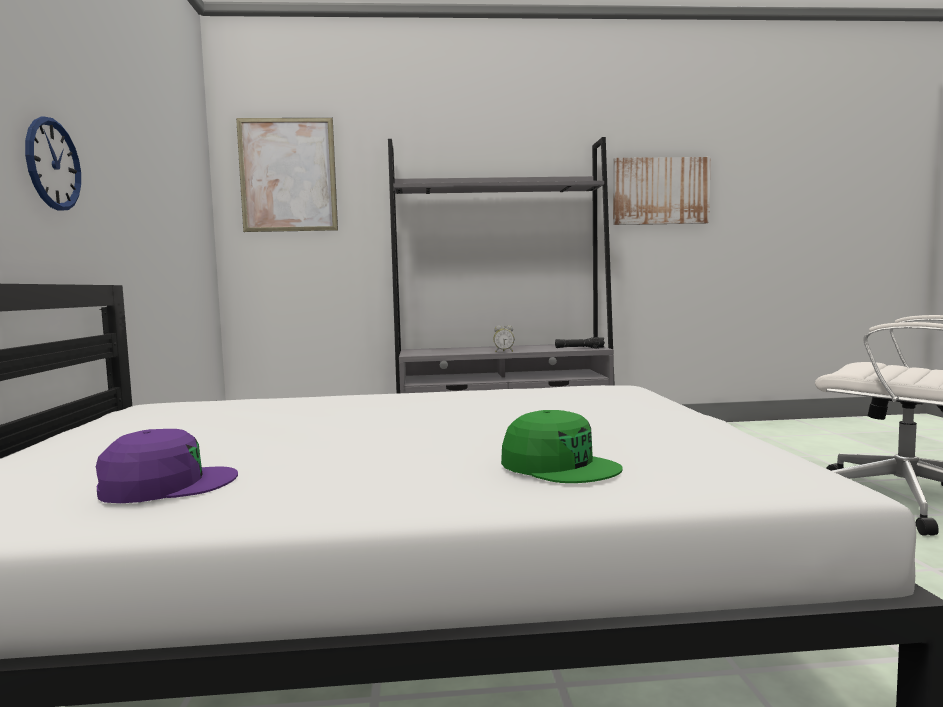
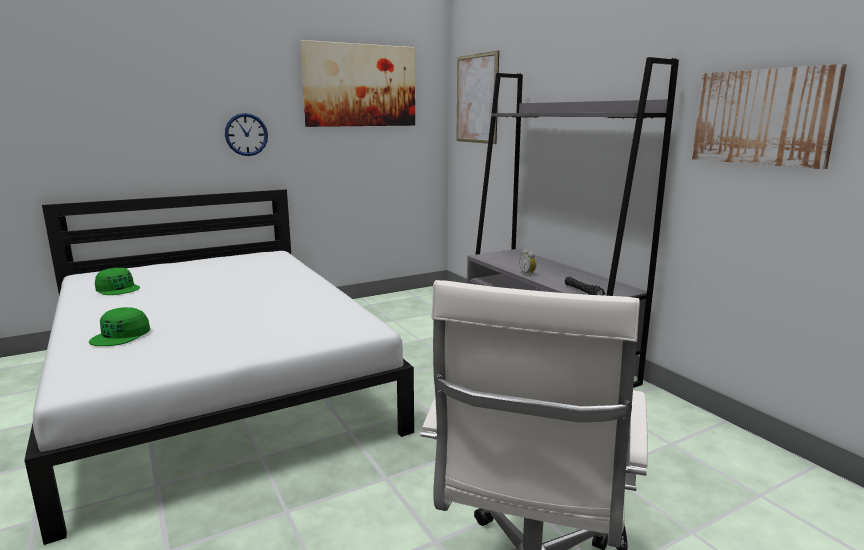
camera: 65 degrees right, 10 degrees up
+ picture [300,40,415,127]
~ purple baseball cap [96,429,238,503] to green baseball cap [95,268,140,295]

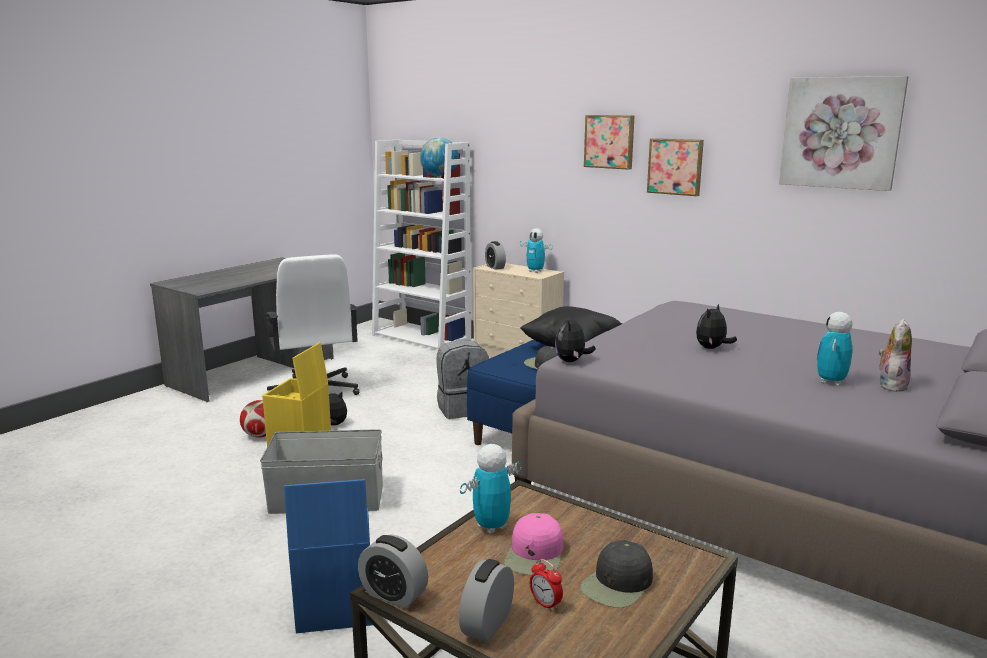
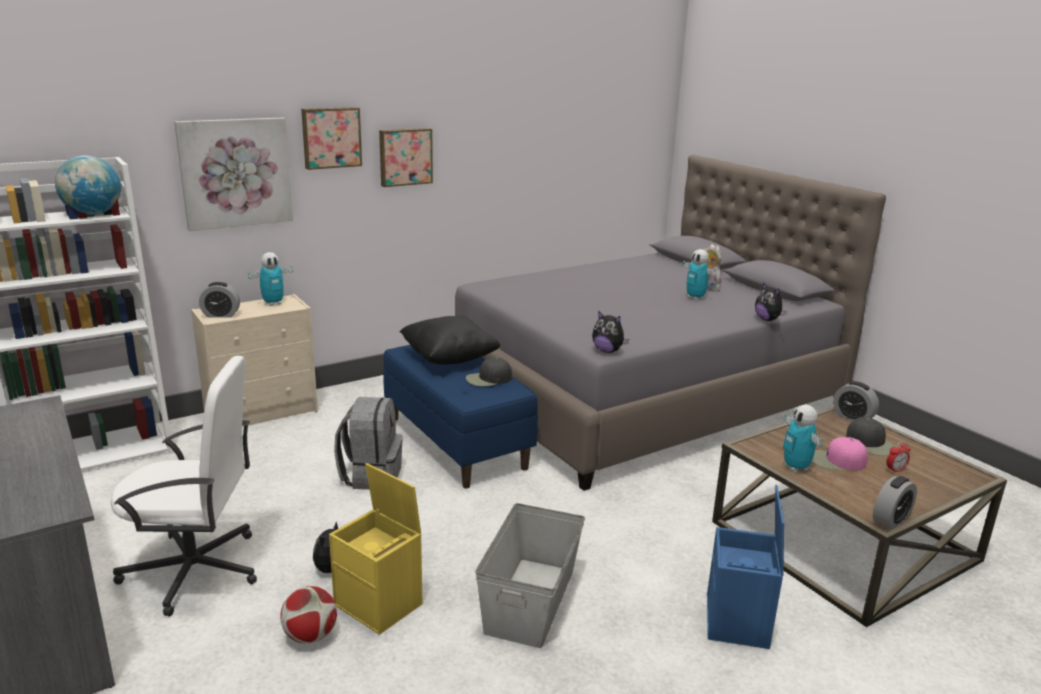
camera: 70 degrees left, 5 degrees up
~ table clock [459,559,514,642] to [833,381,879,421]
~ soft toy [696,304,737,349] to [755,283,787,321]
~ picture [779,76,909,191] to [174,118,293,231]
~ pink baseball cap [504,513,563,575] = [812,437,868,471] 150 degrees clockwise

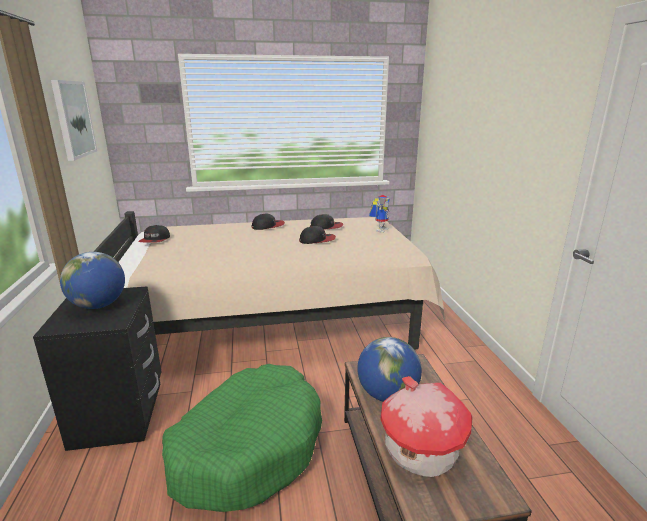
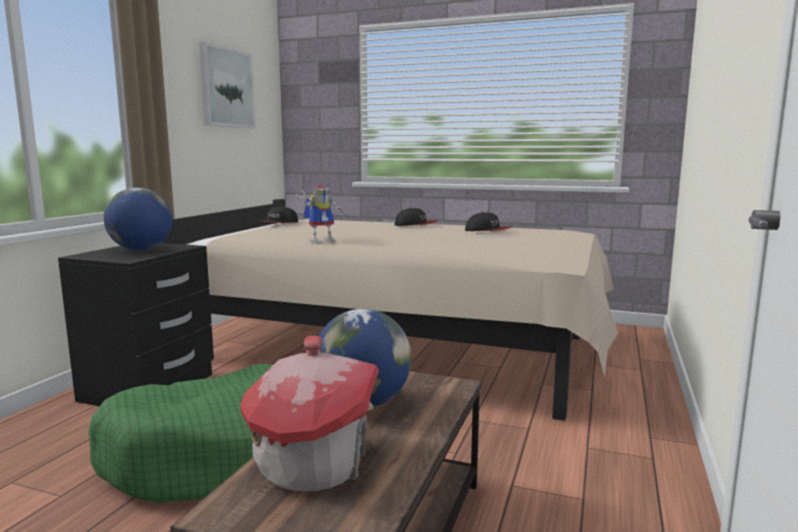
camera: 30 degrees right, 10 degrees down
- baseball cap [299,226,336,244]
~ toy robot [369,195,390,233] to [296,184,349,243]

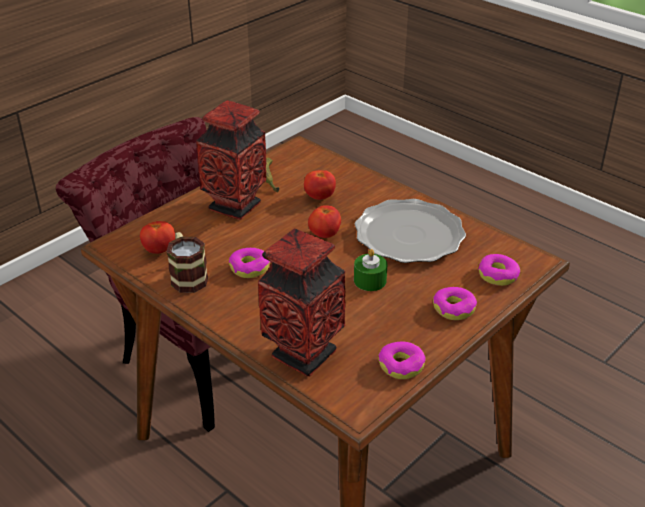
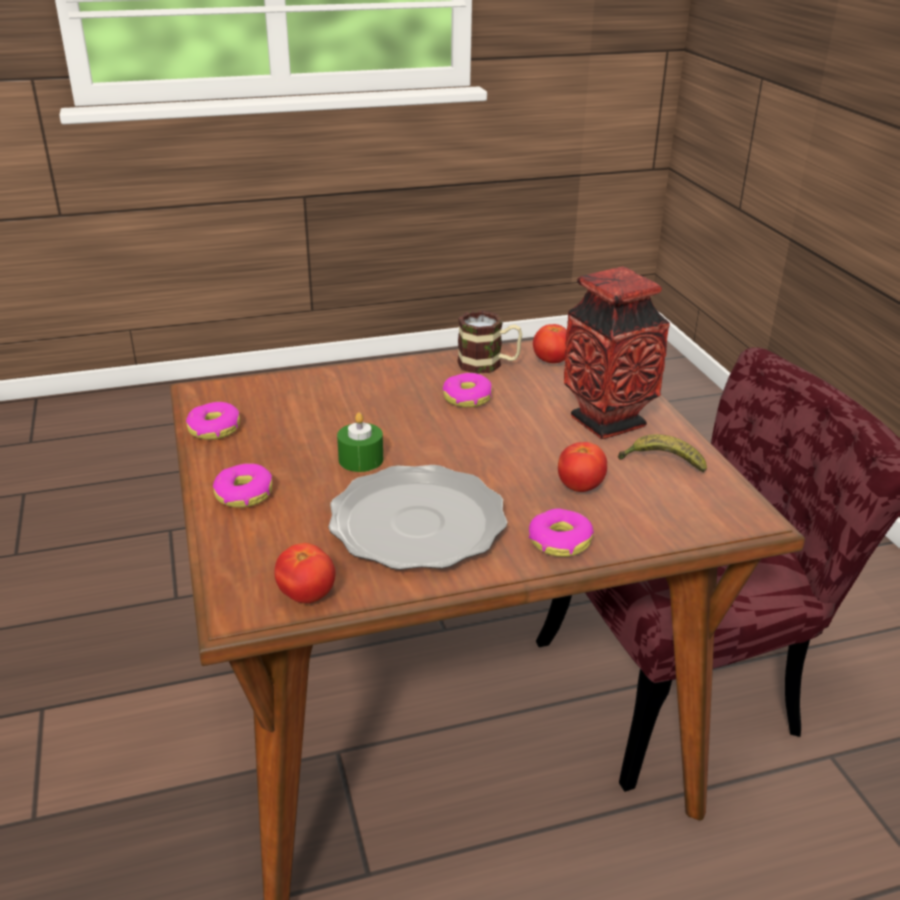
camera: 120 degrees right, 5 degrees down
- vase [258,229,346,376]
~ whole tomato [308,205,341,238] to [274,543,335,603]
~ donut [478,254,520,286] to [529,509,594,557]

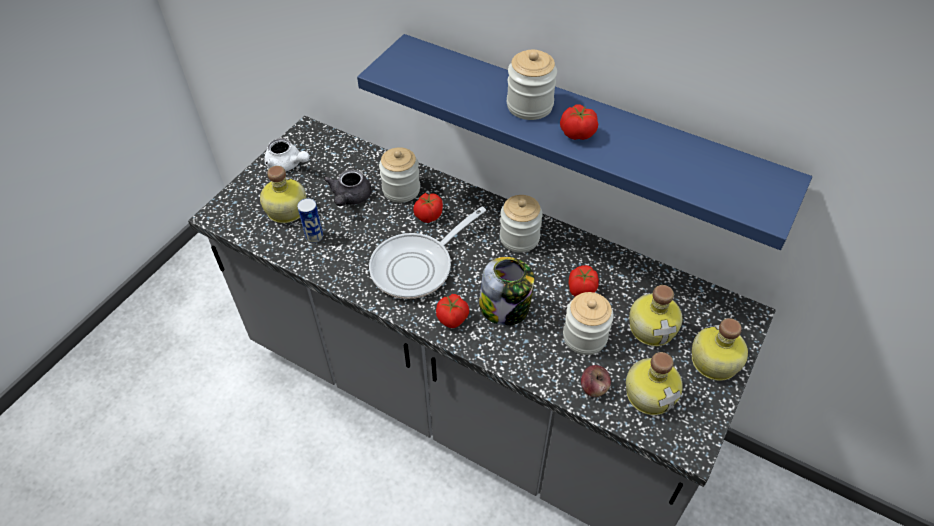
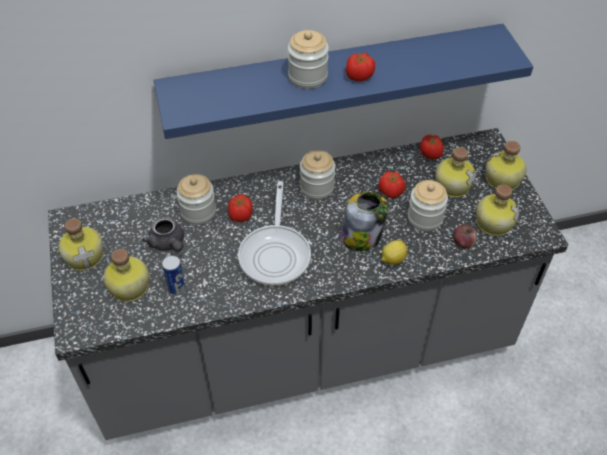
camera: 45 degrees left, 0 degrees up
+ citrus fruit [382,240,408,265]
~ whole tomato [436,294,469,328] to [420,135,444,159]
~ whitish tea pot [265,138,310,171] to beverage bottle [58,218,103,271]

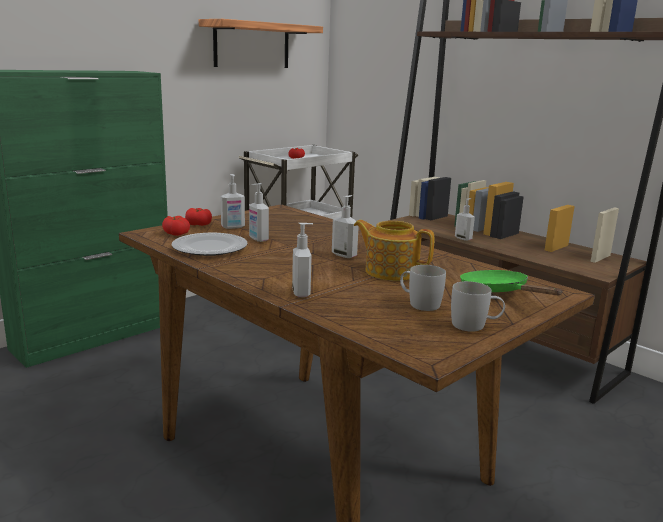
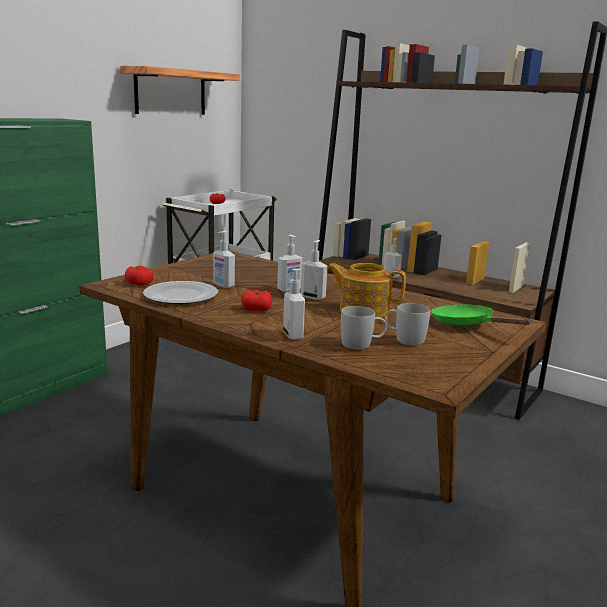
camera: 10 degrees left, 0 degrees up
~ whole tomato [185,208,212,226] to [241,290,272,311]
~ soap dispenser [221,174,245,229] to [277,235,303,292]
~ whitish tea mug [451,281,505,332] to [341,306,387,350]

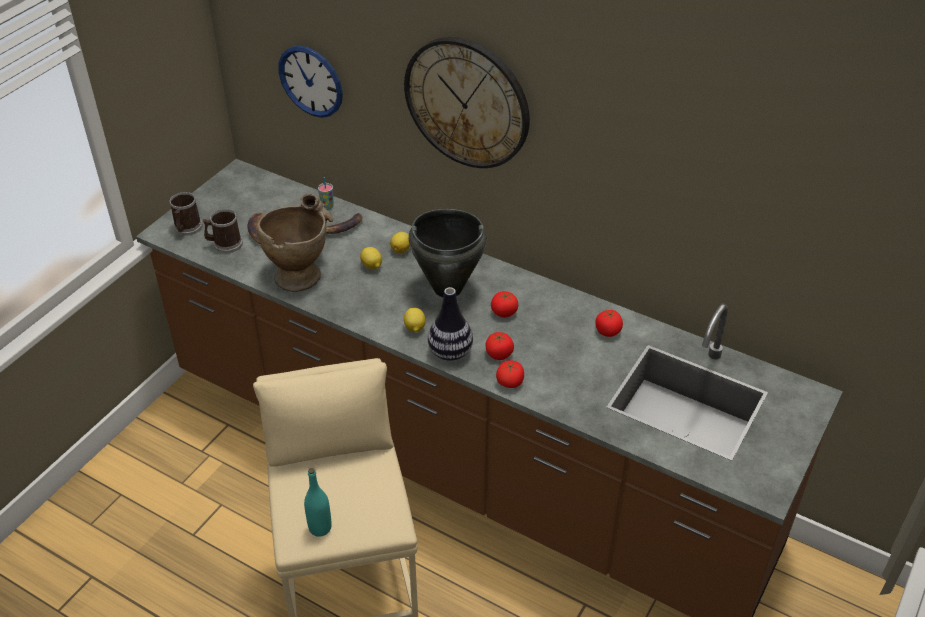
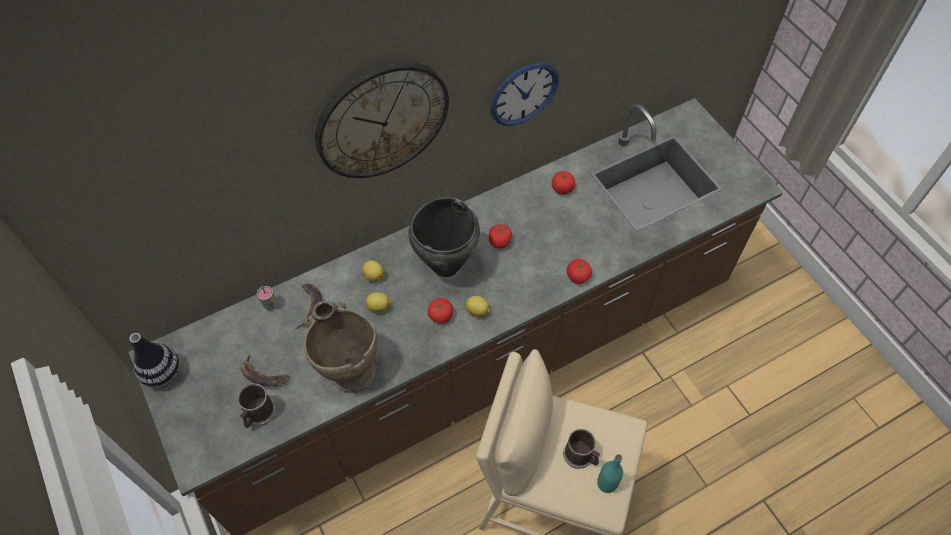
camera: 60 degrees left, 15 degrees up
~ tea mug [170,192,203,236] to [563,429,600,469]
~ hanging clock [278,46,343,118] to [490,62,559,126]
~ vase [428,287,473,361] to [129,333,180,388]
~ whole tomato [485,332,514,360] to [428,298,453,324]

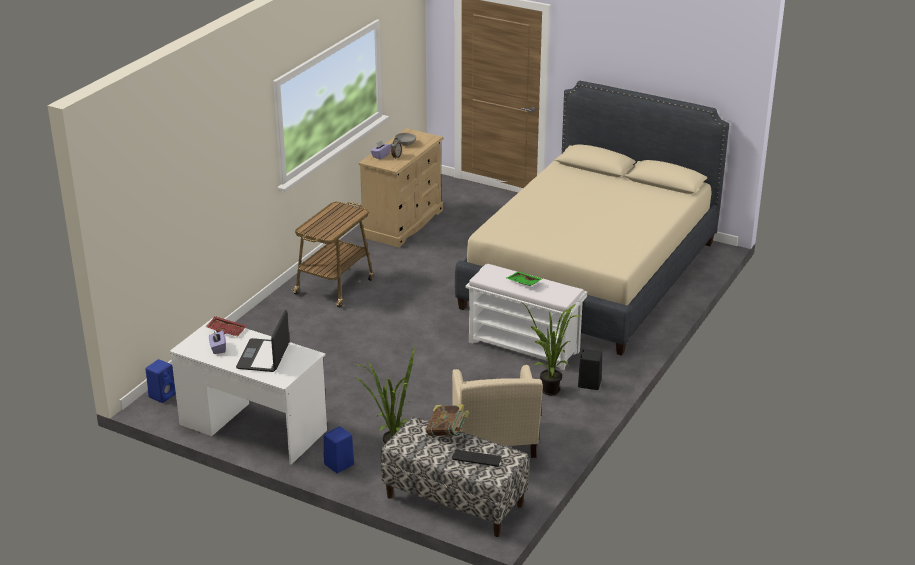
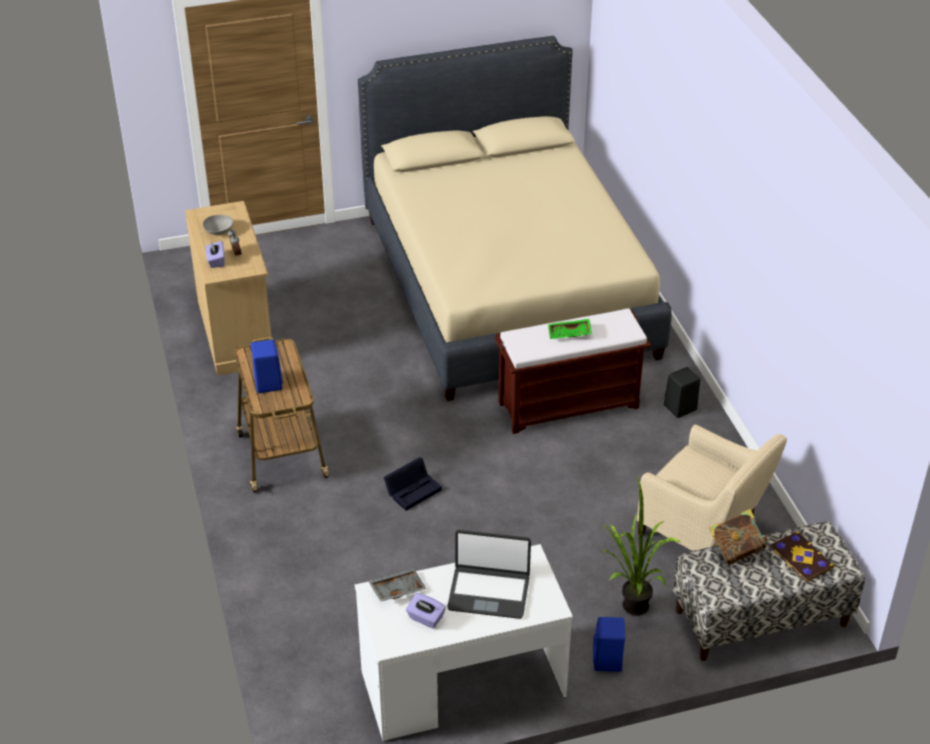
camera: 45 degrees left, 10 degrees up
- plant in a pot [524,304,580,396]
+ black storage bin [384,457,442,511]
~ bluish loudspeaker [146,359,176,403] to [251,339,283,393]
~ PC keyboard [452,450,502,467] to bound book [770,531,834,582]
~ reddish carrying tray [206,316,246,337] to gray carrying tray [369,568,427,602]
~ whitish bench [465,264,587,370] to brown-coloured bench [495,308,651,434]
~ laptop [236,310,290,372] = [447,530,531,619] 45 degrees counterclockwise

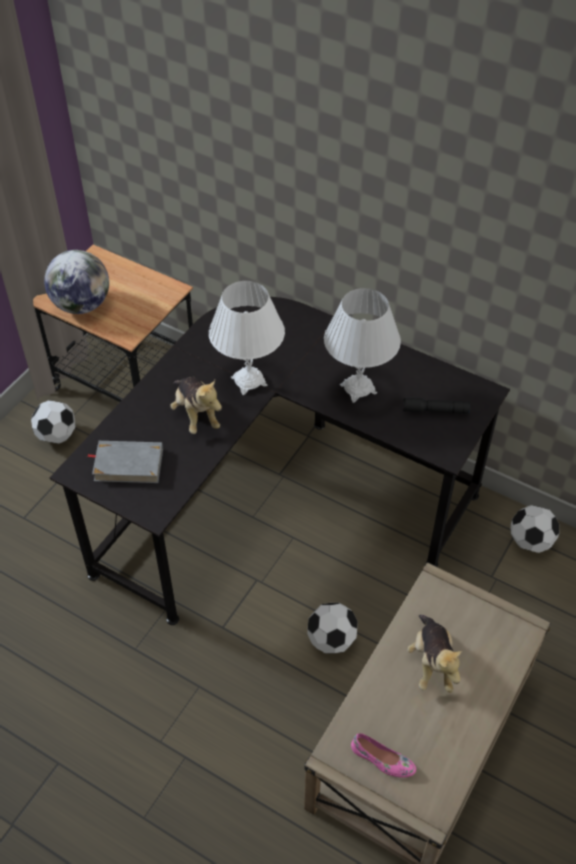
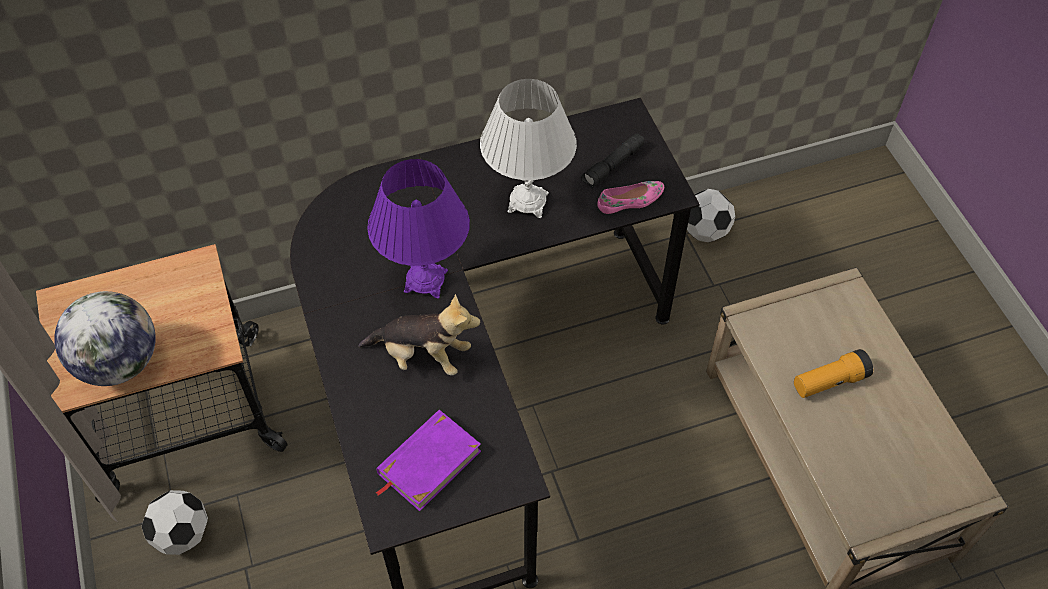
camera: 50 degrees left, 5 degrees up
- football ball [307,603,358,653]
~ pink shoe [351,733,416,778] to [597,181,664,214]
~ soft toy [407,615,463,693] to torch [794,349,873,398]
~ gray bound book [87,441,163,483] to purple bound book [376,410,481,511]
~ whitish table lamp [209,281,285,395] to purple table lamp [367,159,470,299]

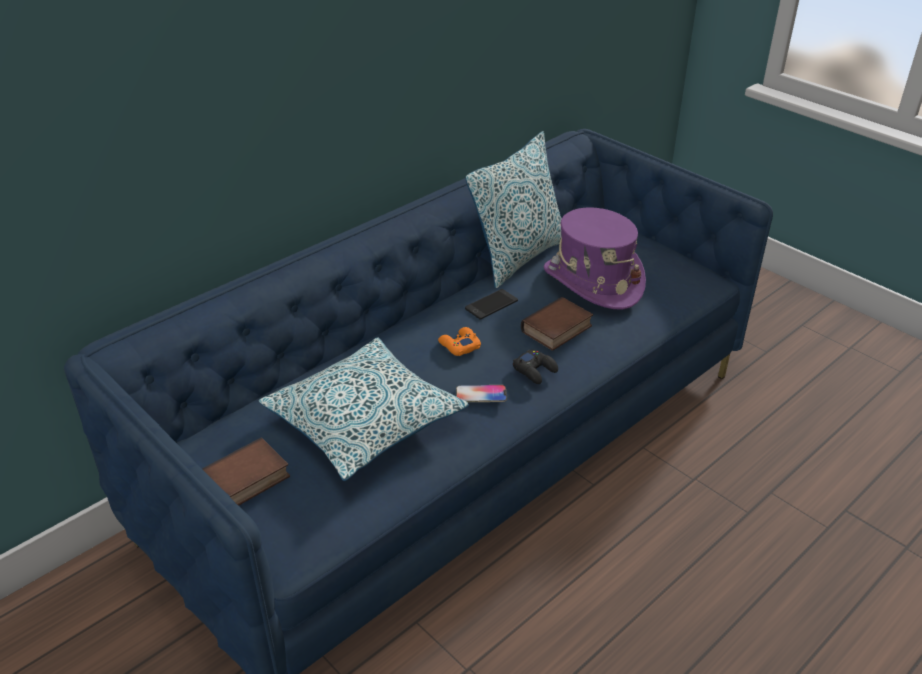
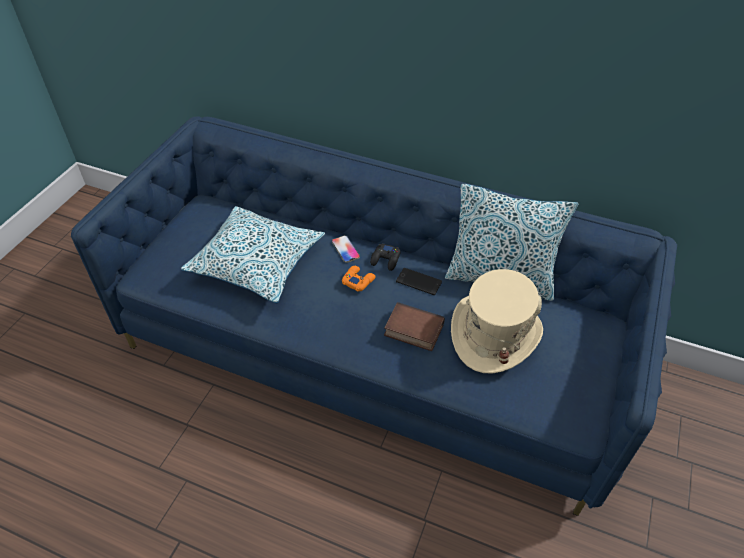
camera: 65 degrees right, 10 degrees up
- bound book [202,438,290,506]
~ handset [456,385,507,402] to [332,236,360,263]
~ black game controller [513,349,558,384] to [370,243,400,271]
~ purple clothing hat [544,207,646,309] to beige clothing hat [451,269,543,374]

